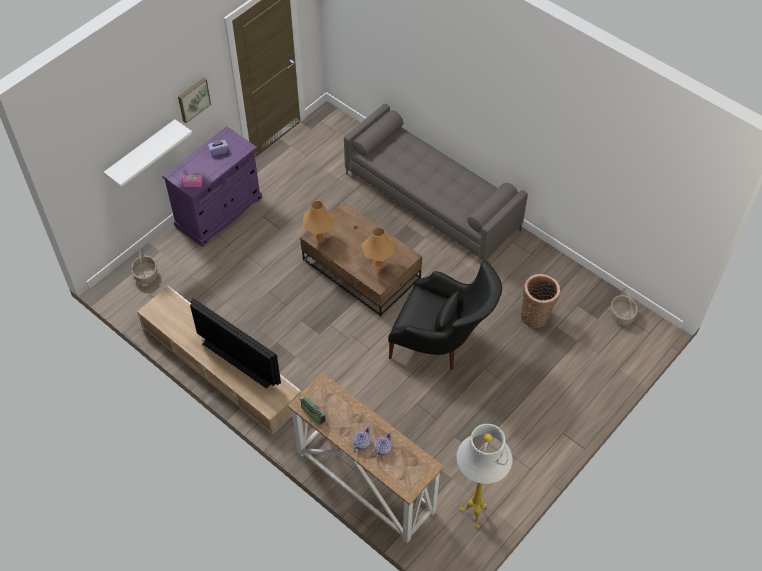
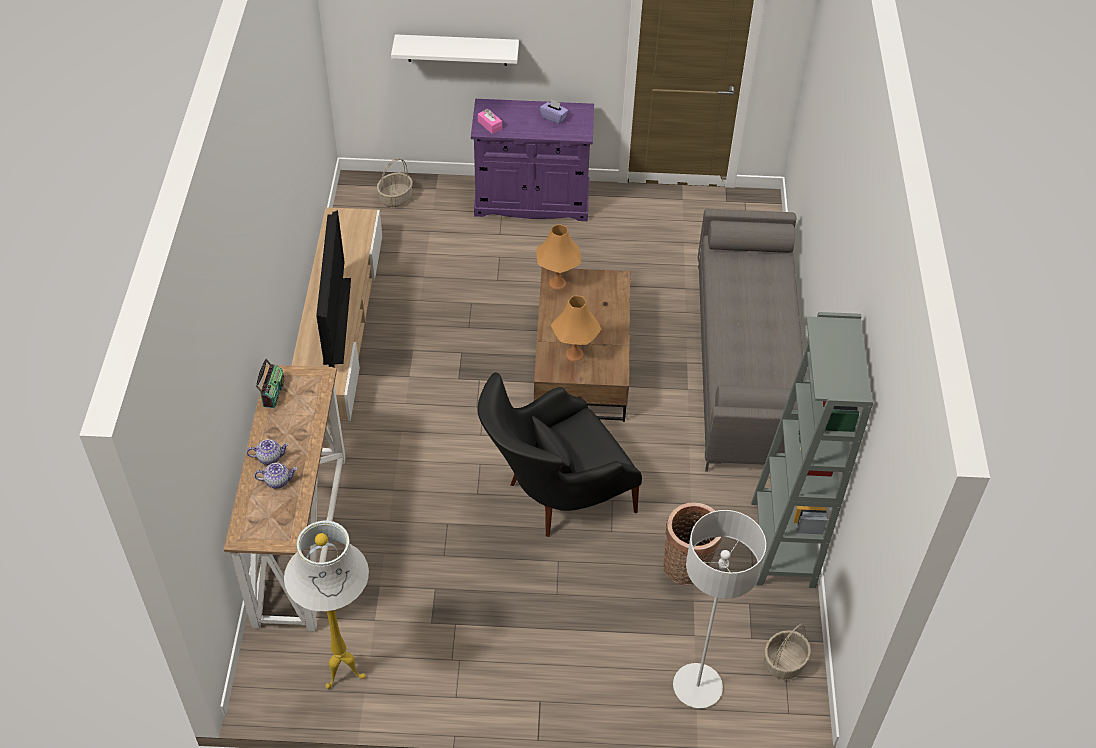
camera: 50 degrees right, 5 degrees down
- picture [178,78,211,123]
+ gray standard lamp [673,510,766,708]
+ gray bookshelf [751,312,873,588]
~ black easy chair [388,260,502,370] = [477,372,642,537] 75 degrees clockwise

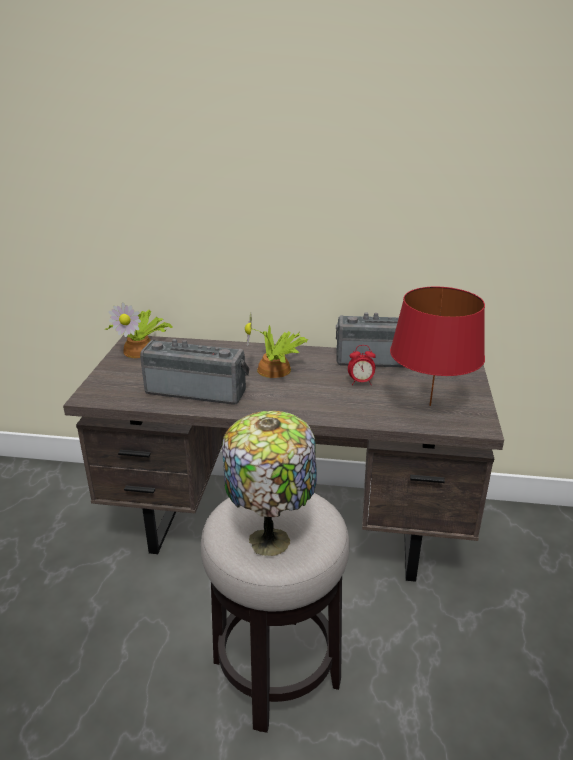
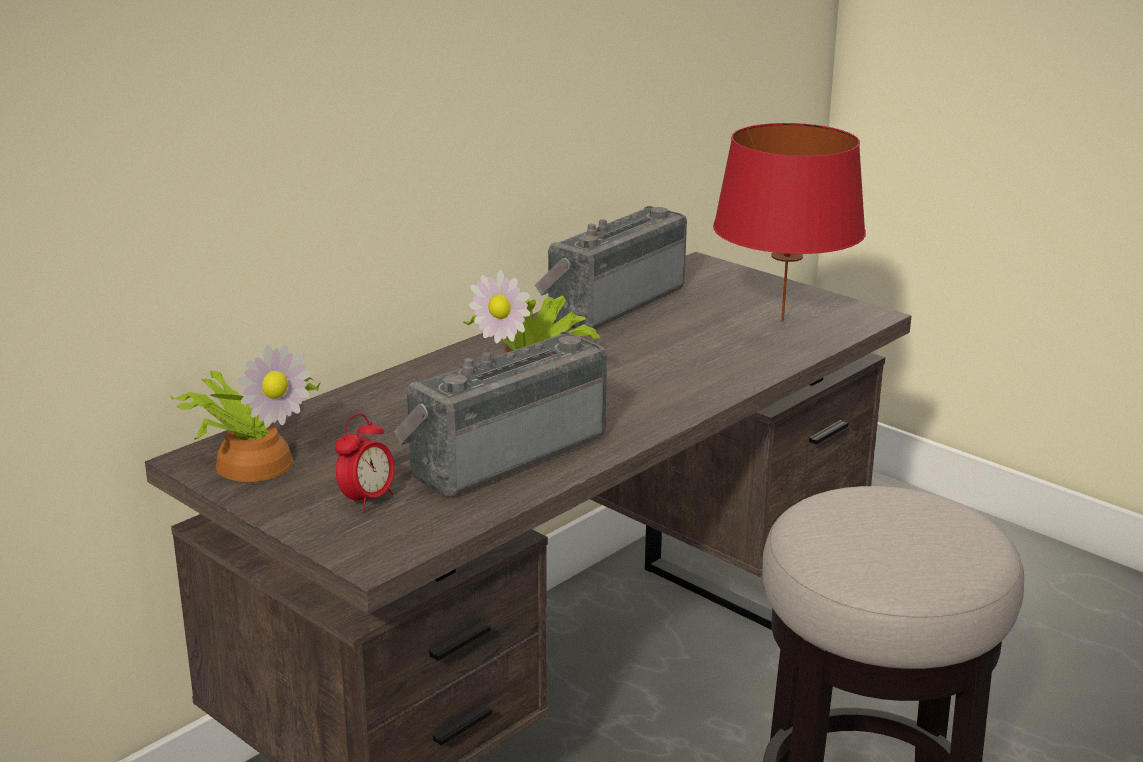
camera: 55 degrees left, 5 degrees down
- table lamp [222,411,317,556]
~ table clock [348,345,376,385] to [335,414,394,512]

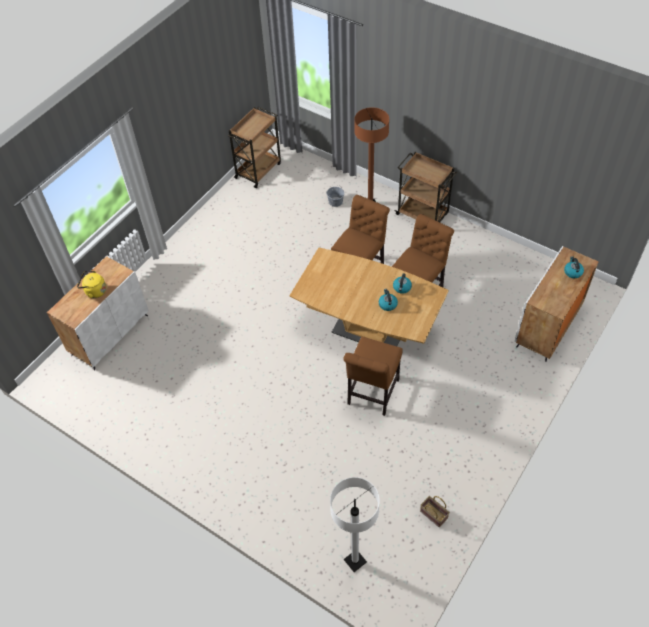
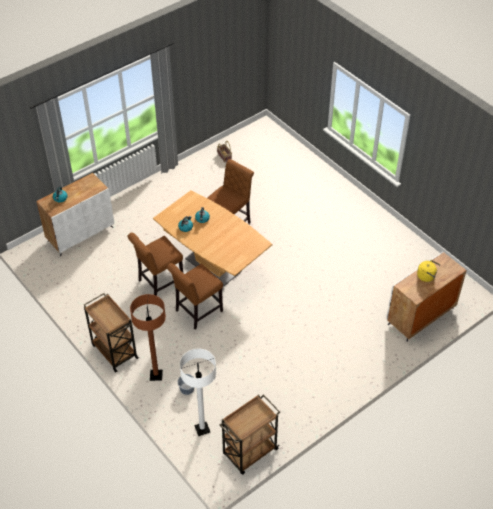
camera: 165 degrees left, 5 degrees down
~ whitish standard lamp [330,477,380,572] to [180,349,216,436]

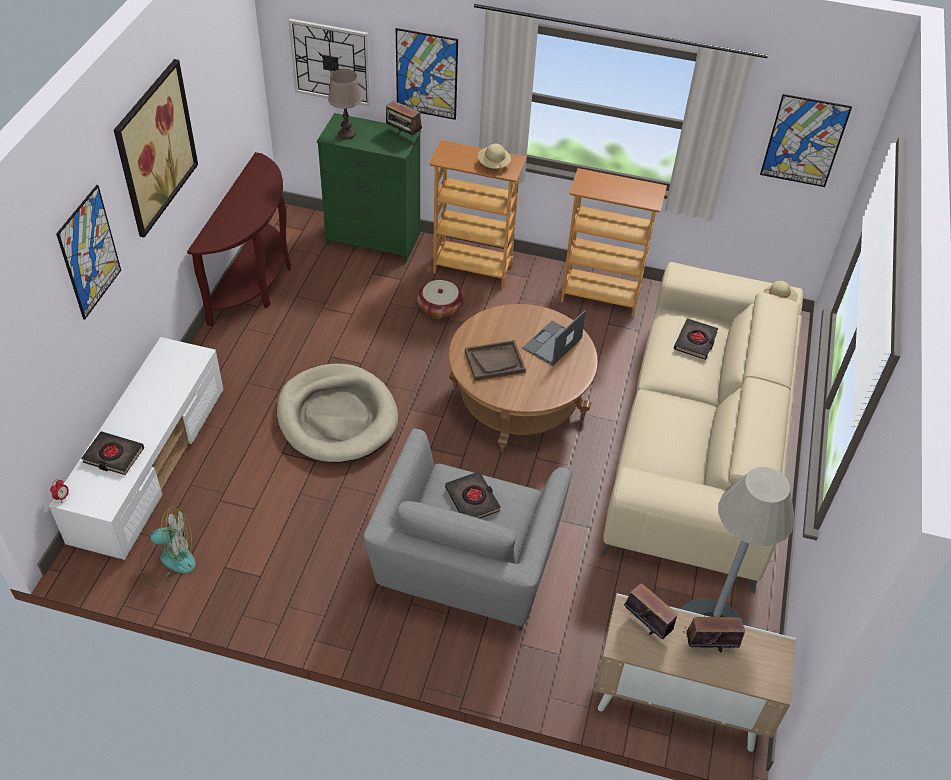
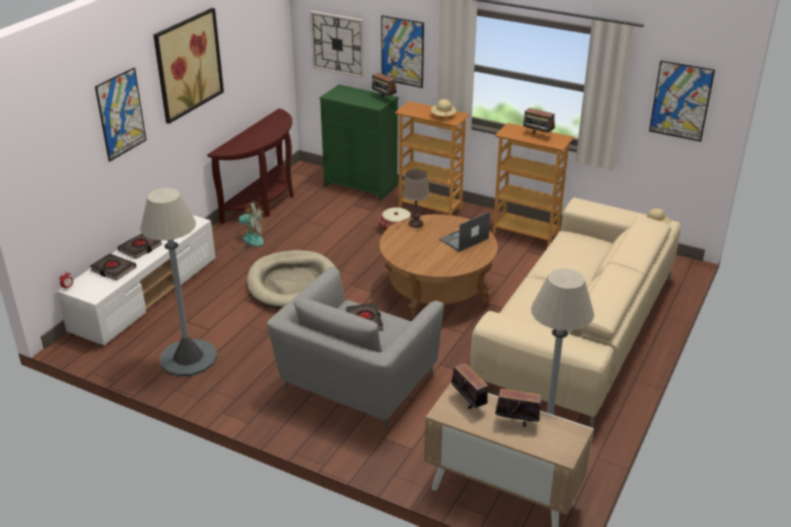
camera: 15 degrees right, 15 degrees down
- brown-coloured carrying tray [465,340,526,381]
+ gray standard lamp [141,188,217,377]
+ radio [523,108,555,134]
~ fan [140,506,196,588] to [229,201,265,251]
~ brown-coloured table lamp [328,69,361,139] to [402,169,430,228]
~ black bound book [674,318,718,360] to [117,233,162,259]

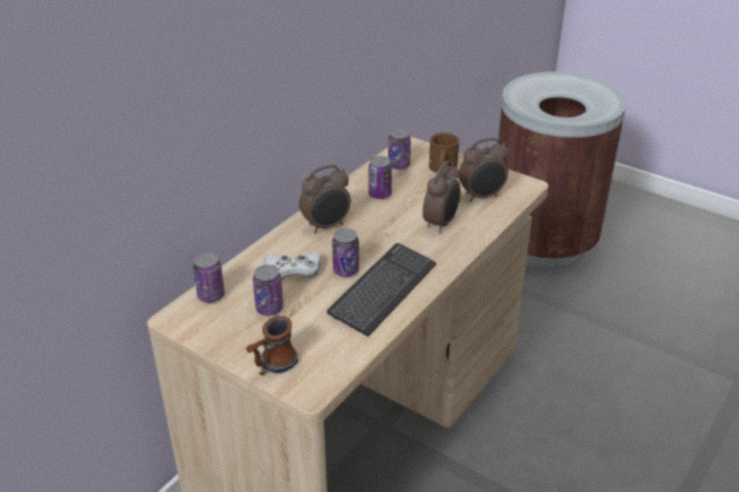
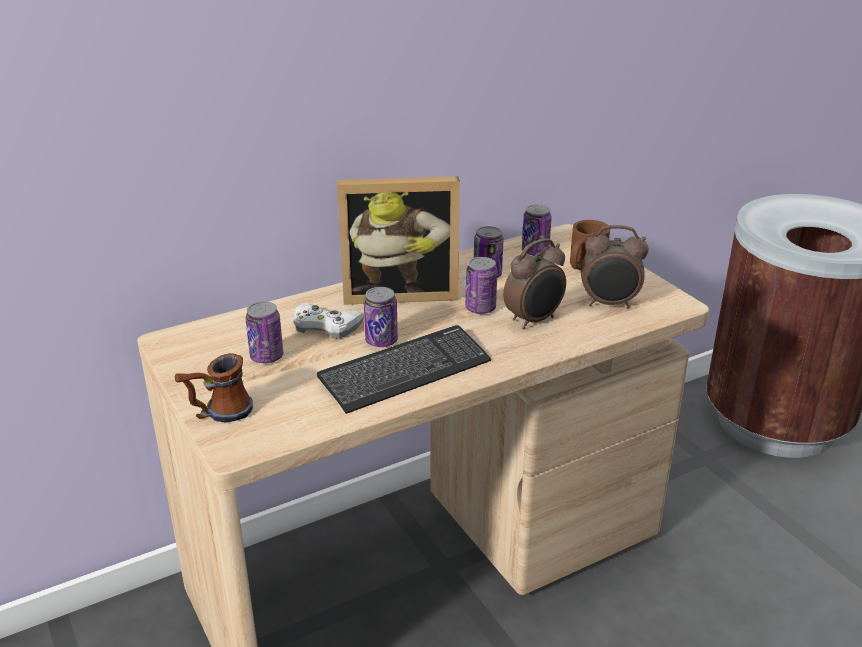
camera: 25 degrees right, 5 degrees down
~ metal can [193,252,225,303] to [465,257,497,314]
~ table clock [299,165,351,233] to picture frame [337,176,460,305]

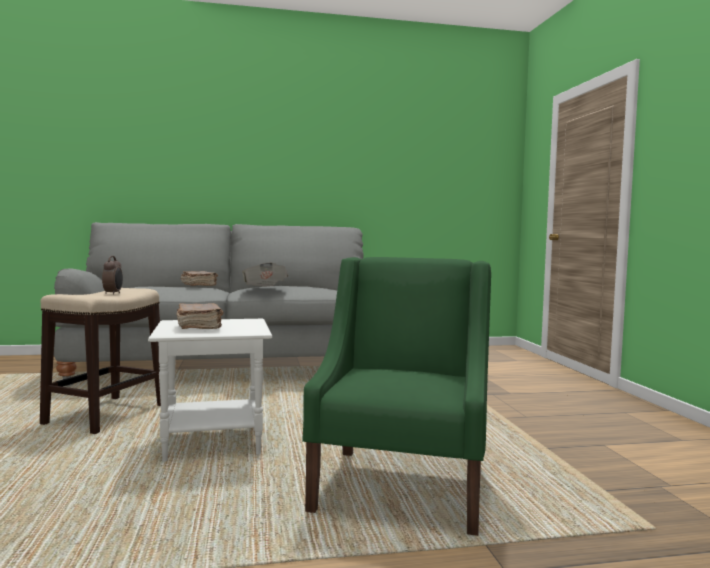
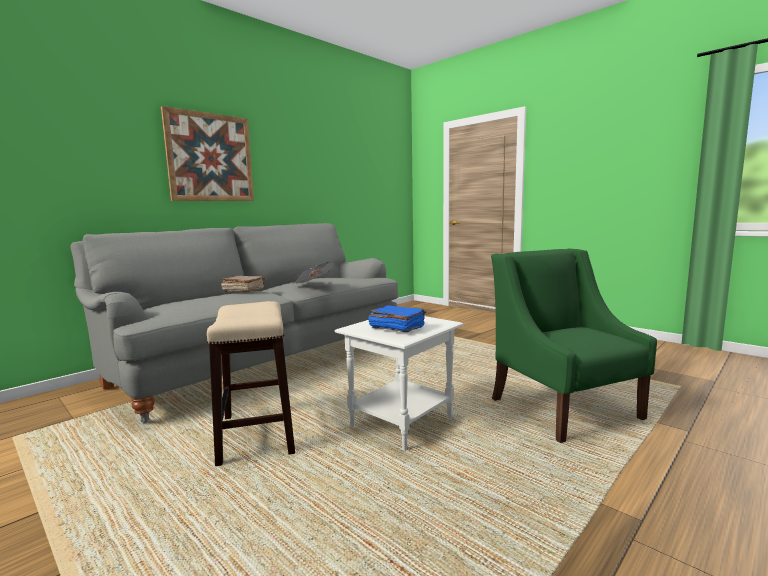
camera: 35 degrees left, 5 degrees up
- table clock [102,256,123,295]
+ picture [161,106,254,201]
~ brown-coloured bound book [176,303,223,329] to bluish bound book [369,305,426,332]

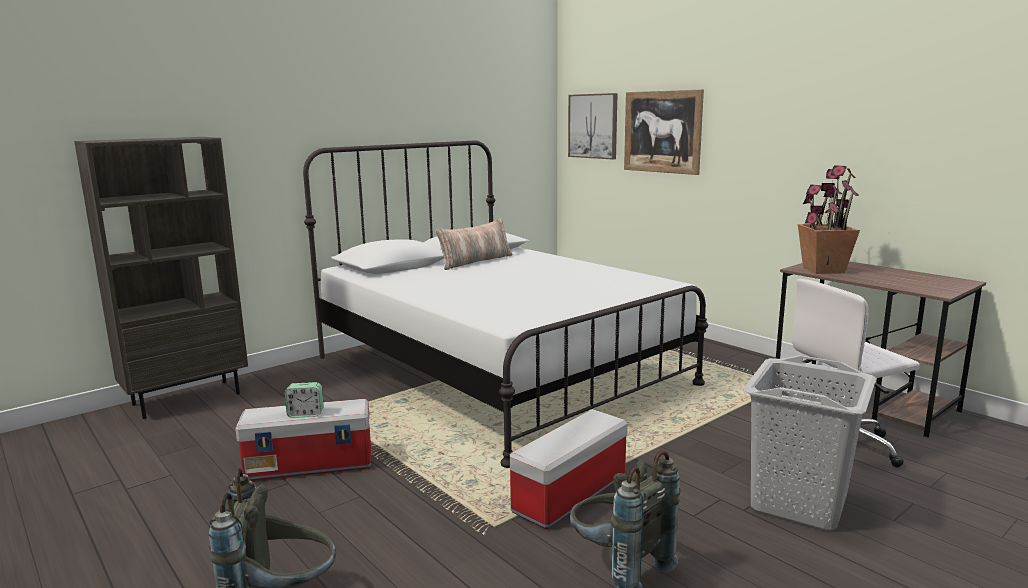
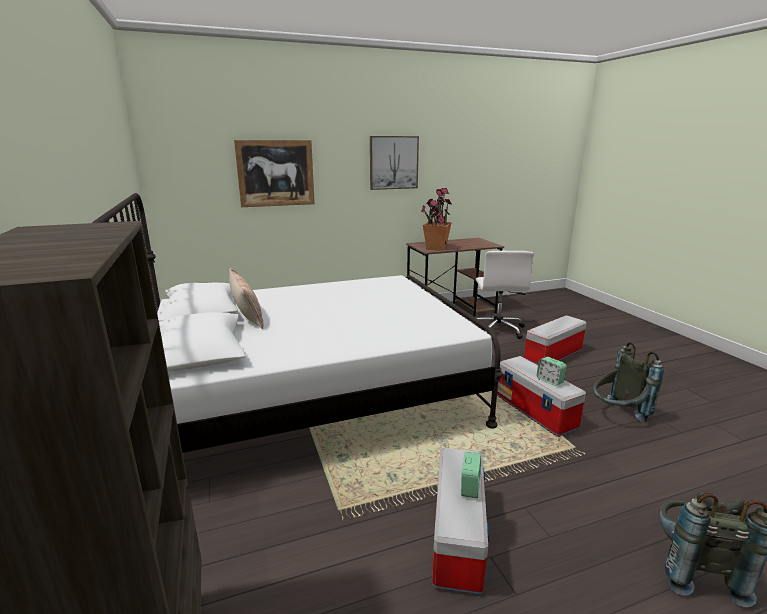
camera: 70 degrees left, 5 degrees up
+ table clock [537,357,566,386]
~ picture [568,93,618,159] to [370,136,419,190]
~ gray laundry basket [743,355,876,531] to storage bin [524,315,587,365]

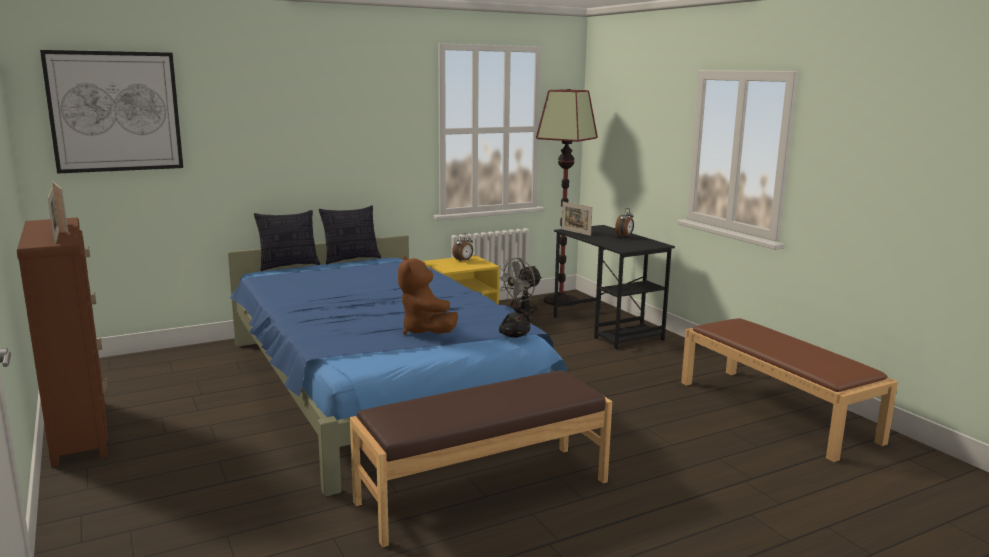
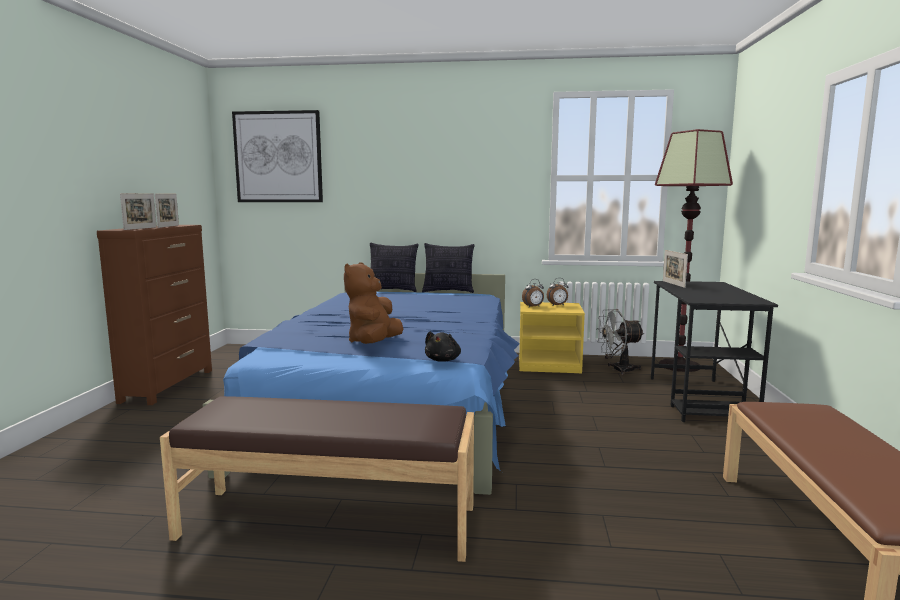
camera: 35 degrees right, 5 degrees down
~ table clock [615,208,634,237] to [522,279,544,307]

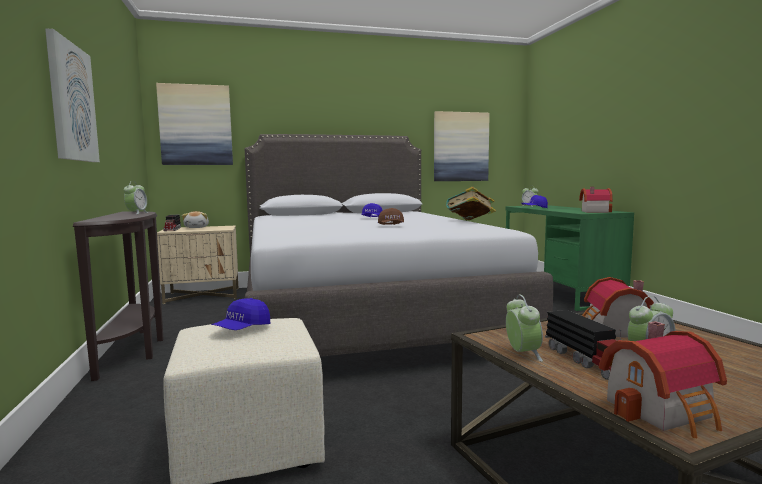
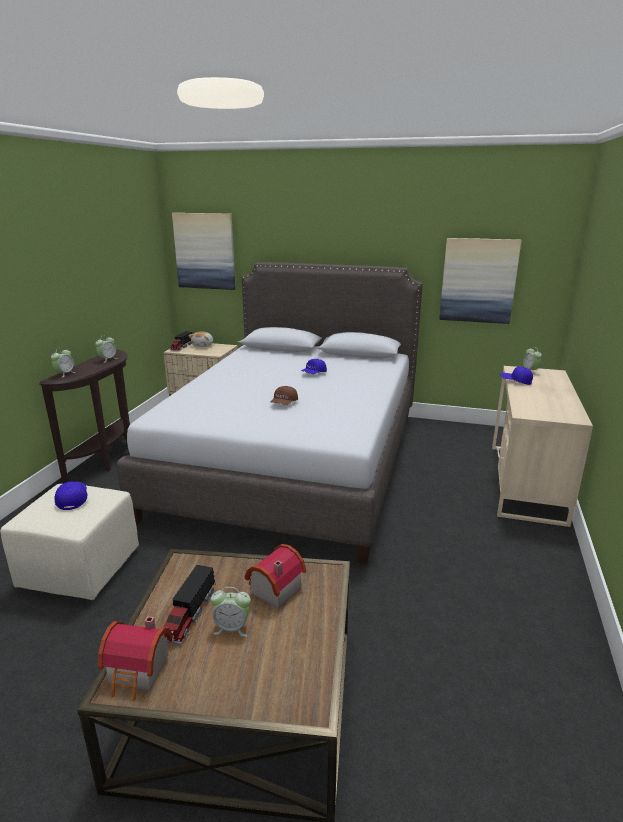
camera: 30 degrees right, 15 degrees up
- picture [45,28,100,162]
- bound book [446,186,496,220]
- toy house [579,187,613,213]
~ table clock [506,294,543,362] to [51,348,76,378]
~ green desk table [505,205,634,311] to beige desk table [492,366,593,527]
~ bluish baseball cap [212,298,270,330] = [55,481,87,510] 105 degrees clockwise

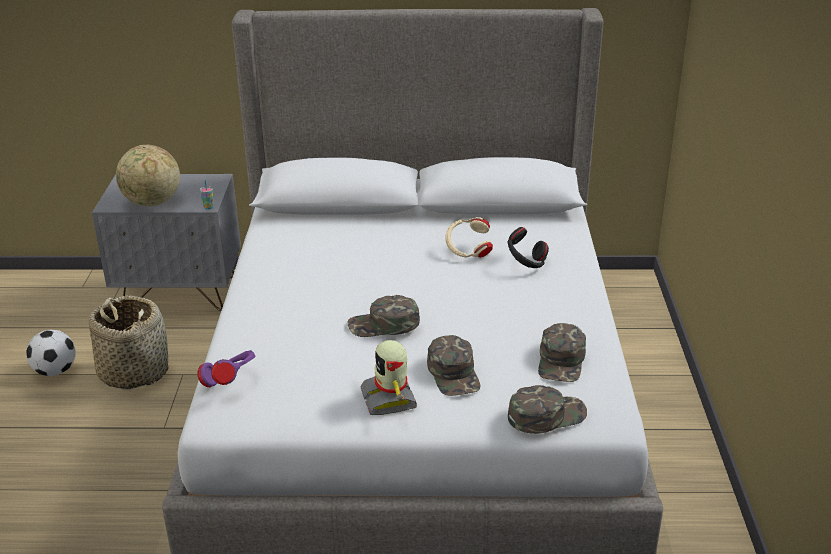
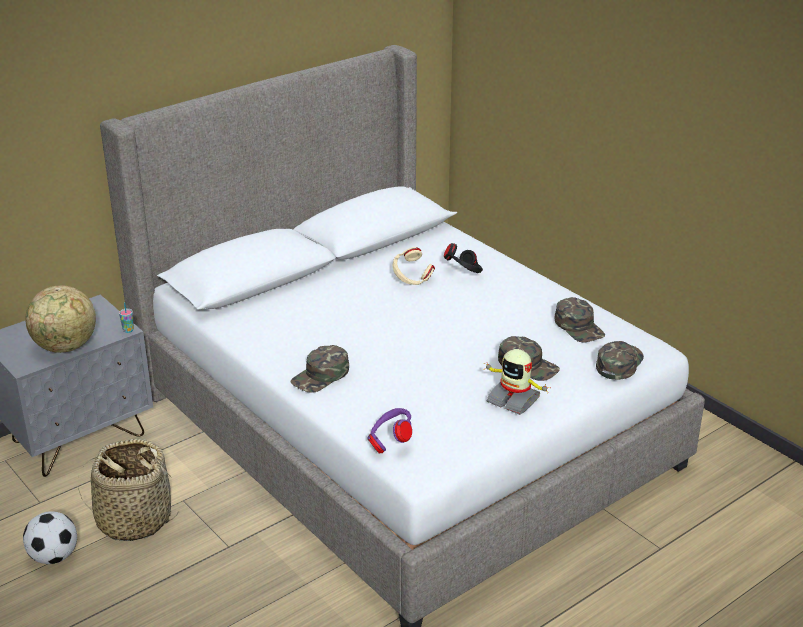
camera: 40 degrees left, 0 degrees up
~ green baseball cap [347,295,420,337] to [290,345,349,393]

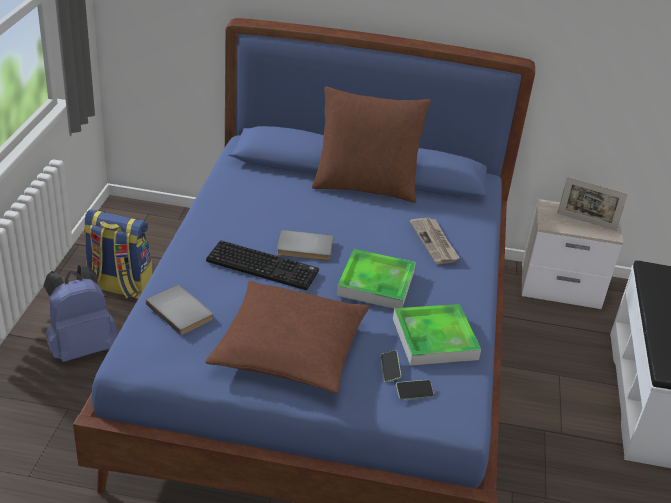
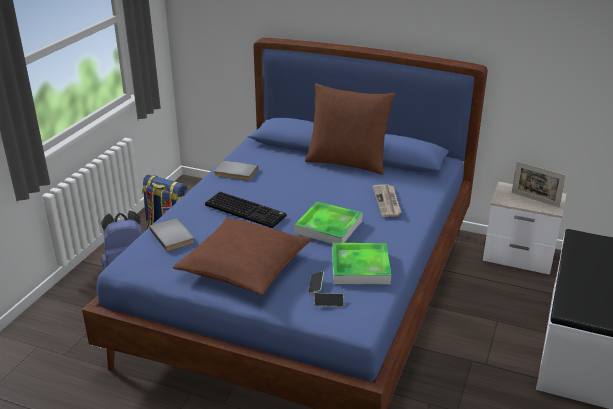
camera: 15 degrees right, 5 degrees down
~ gray bound book [277,230,334,261] to [214,160,258,180]

